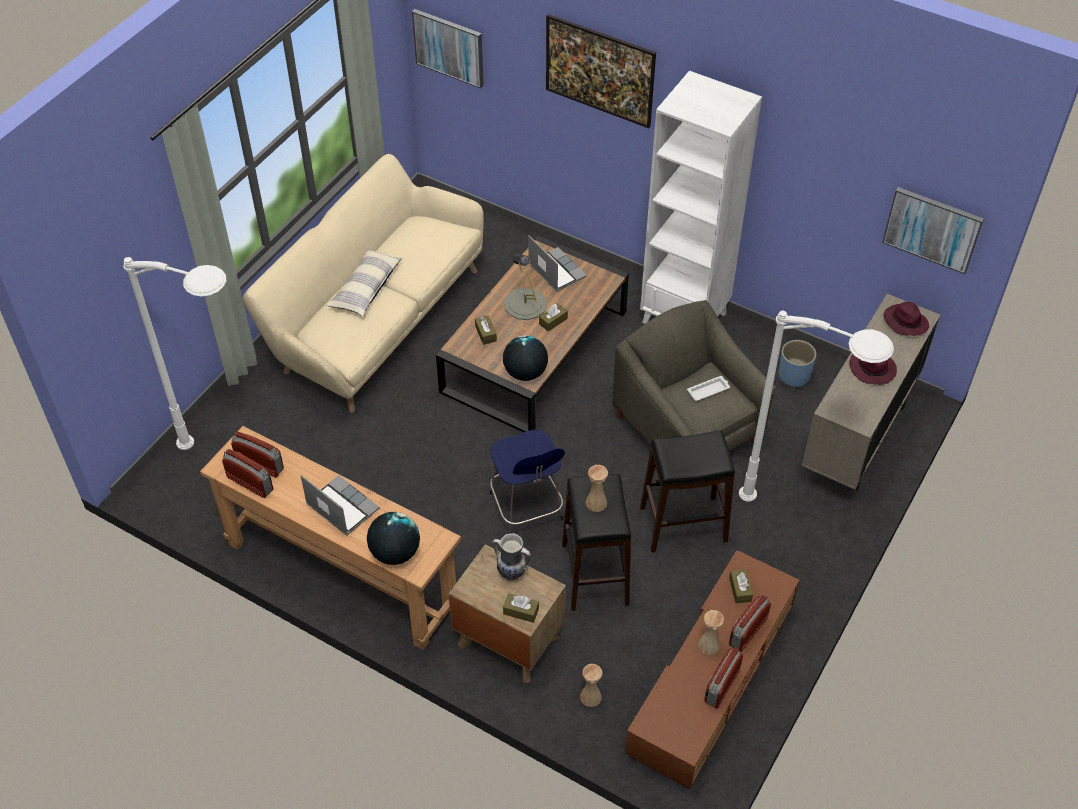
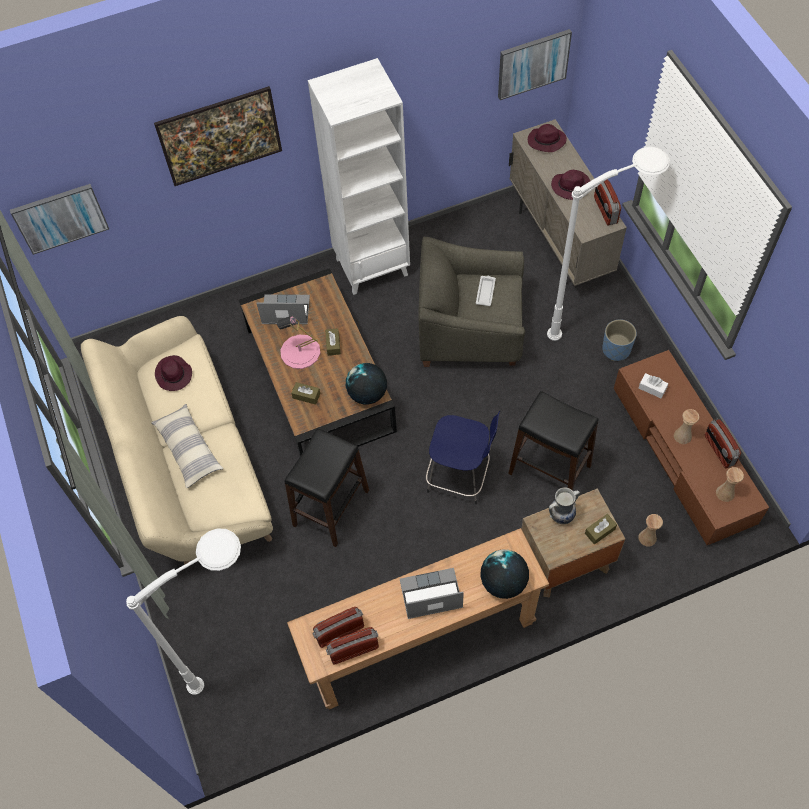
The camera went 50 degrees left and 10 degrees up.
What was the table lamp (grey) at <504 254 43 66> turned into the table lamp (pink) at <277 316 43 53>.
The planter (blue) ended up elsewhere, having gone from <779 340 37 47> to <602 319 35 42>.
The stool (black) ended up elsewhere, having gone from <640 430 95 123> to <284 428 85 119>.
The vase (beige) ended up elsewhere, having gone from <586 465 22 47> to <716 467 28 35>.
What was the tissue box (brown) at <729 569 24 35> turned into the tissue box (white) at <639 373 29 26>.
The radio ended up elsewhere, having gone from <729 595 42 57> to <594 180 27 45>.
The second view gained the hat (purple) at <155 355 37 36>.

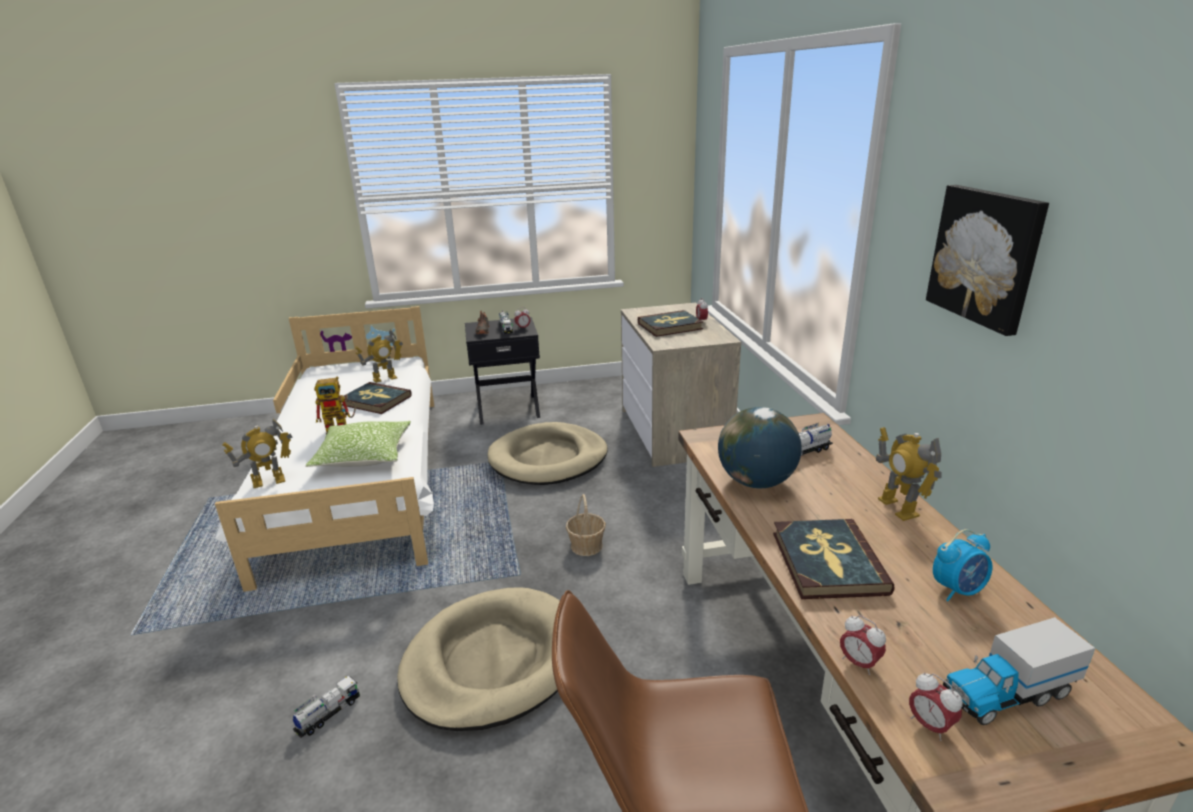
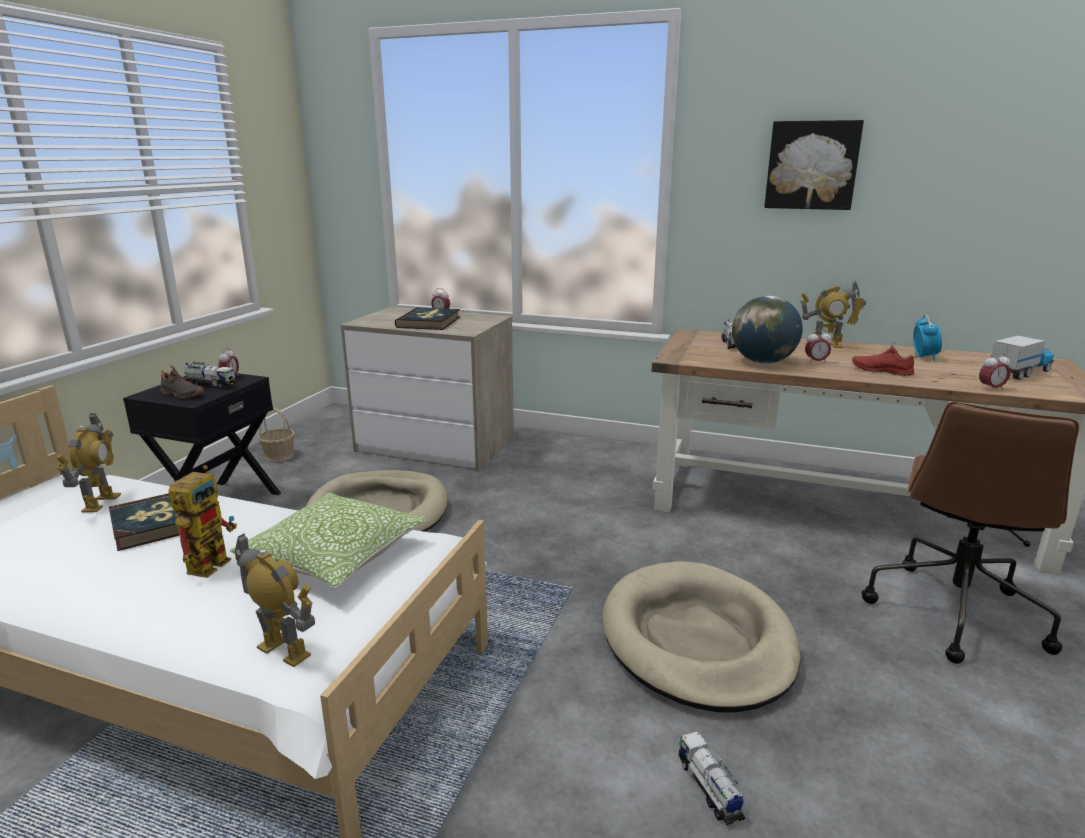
The camera went 60 degrees left and 5 degrees down.
The toy robot at <222 418 71 70> ended up facing another way, 60 degrees counterclockwise from before.
The basket ended up elsewhere, having gone from <566 494 40 62> to <258 408 37 54>.
Where the book stood at <773 519 121 80>, the shoe (red) came to stand at <852 342 66 34>.
The toy truck at <943 617 152 108> ended up facing another way, 135 degrees counterclockwise from before.
The alarm clock ended up elsewhere, having gone from <909 672 54 69> to <805 330 26 33>.

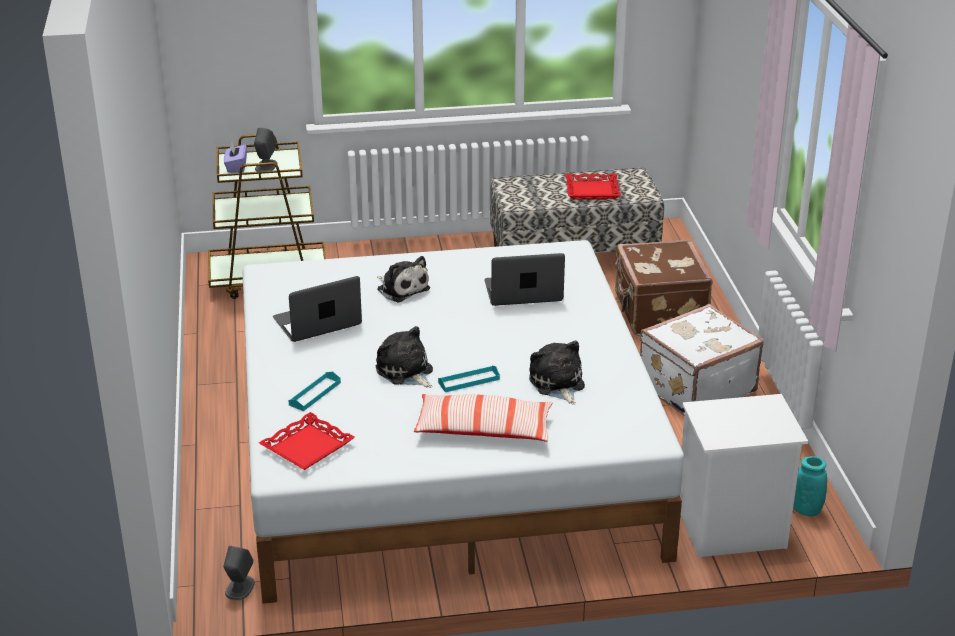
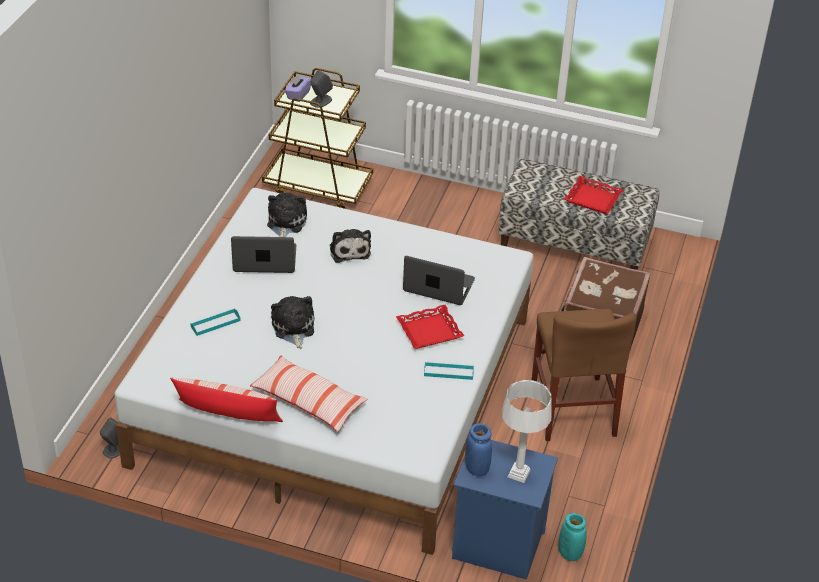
The camera went 25 degrees right and 10 degrees up.
Where the suitcase (white) stood at <640 304 124 111>, the chair (brown) came to stand at <532 309 105 132>.
The plush toy ended up elsewhere, having gone from <529 341 56 63> to <267 193 40 44>.
The tray (turquoise) ended up elsewhere, having gone from <438 365 62 27> to <424 362 50 18>.
What was the nightstand (white) at <679 394 129 164> turned into the nightstand (blue) at <452 440 106 140>.
The tray (red) ended up elsewhere, having gone from <259 412 96 58> to <396 305 68 44>.
The second view gained the pillow at <170 378 113 44>.
The second view gained the table lamp (white) at <502 380 49 103>.
The second view gained the vase (blue) at <465 423 27 53>.

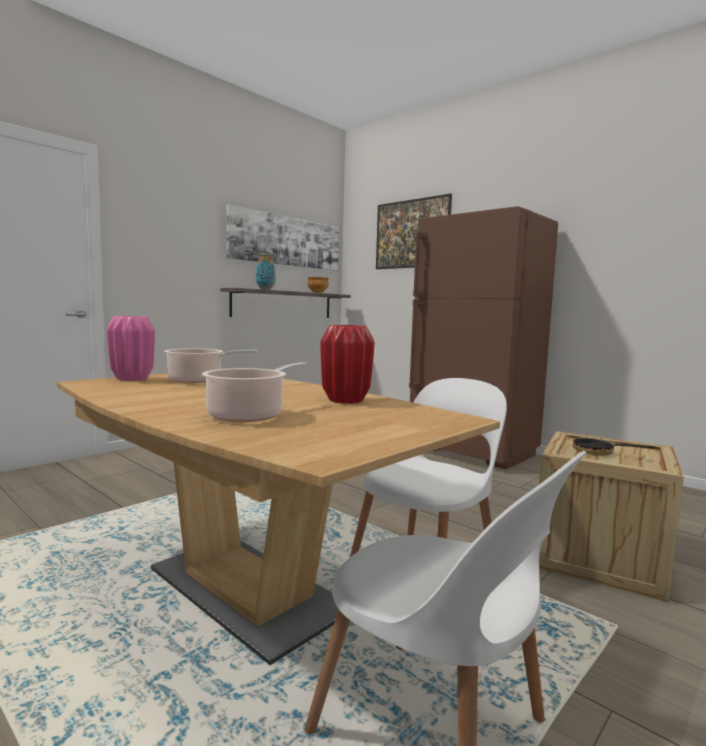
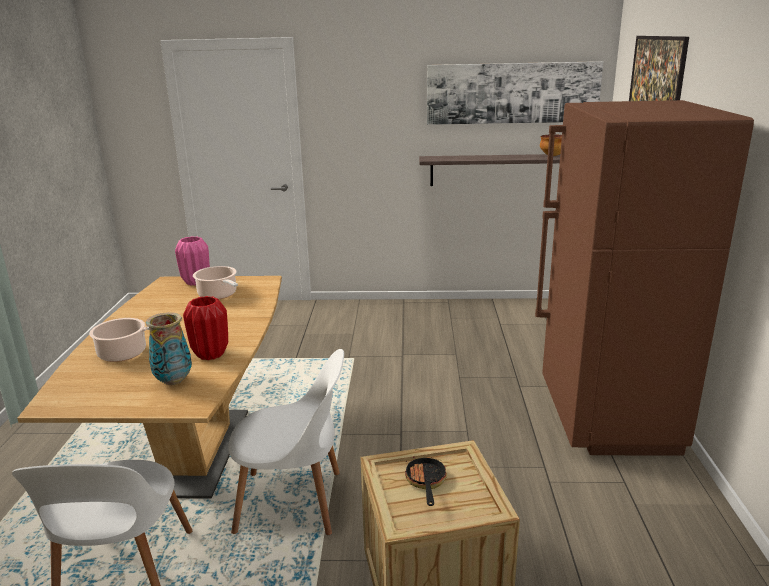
The camera went 50 degrees right and 15 degrees up.
The vase ended up elsewhere, having gone from <256 254 20 36> to <146 312 46 73>.

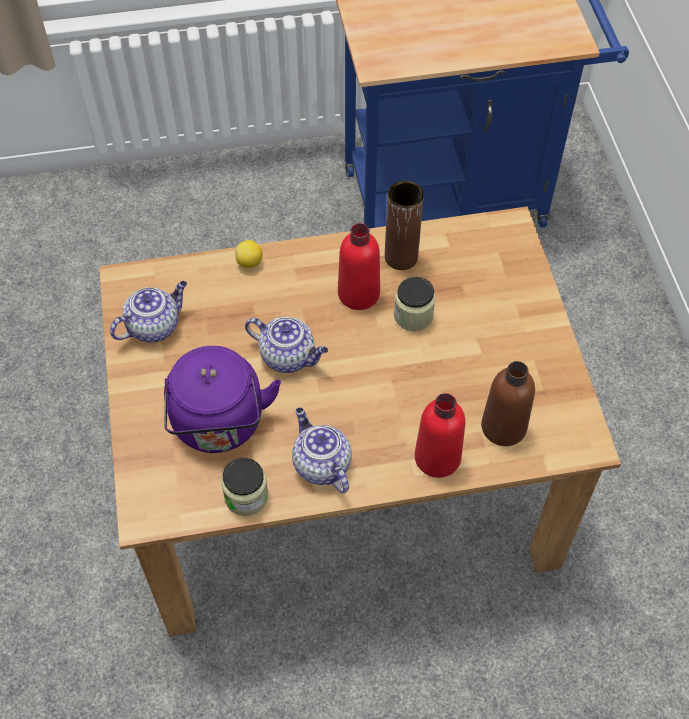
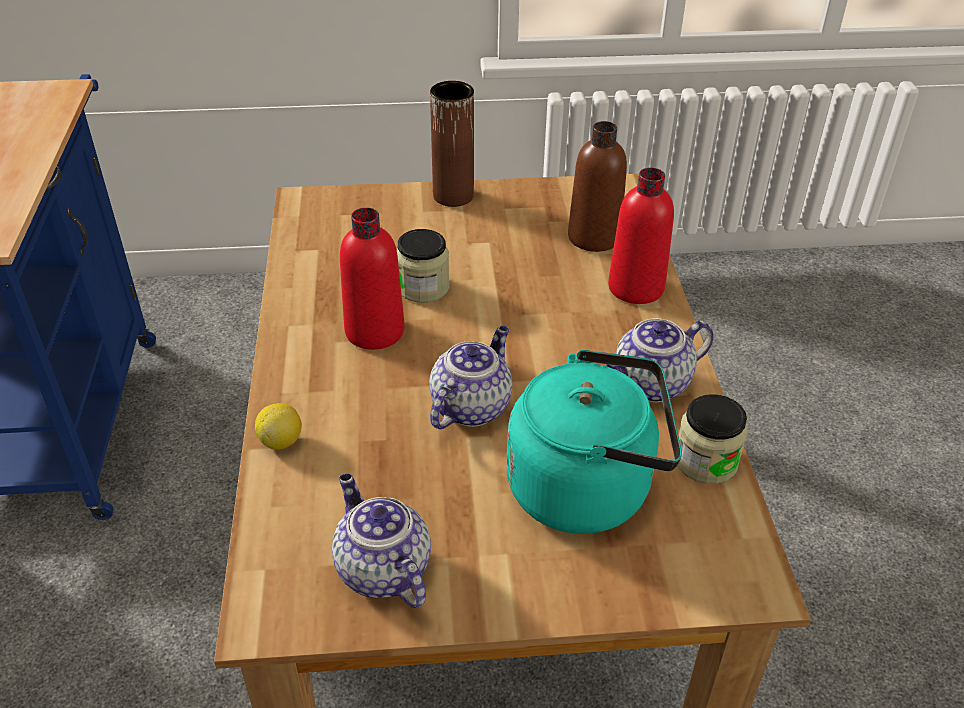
The camera went 85 degrees left and 15 degrees down.
The vase (brown) ended up elsewhere, having gone from <385 181 39 89> to <430 81 44 126>.
What was the kettle (purple) at <164 346 117 107> turned into the kettle (turquoise) at <506 349 176 185>.

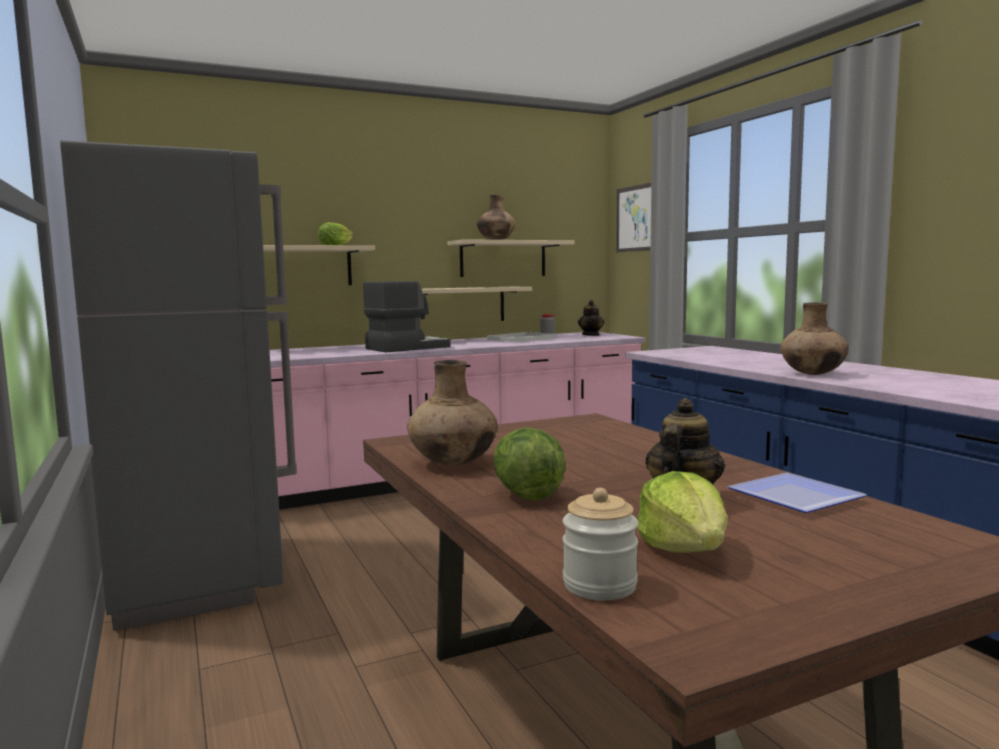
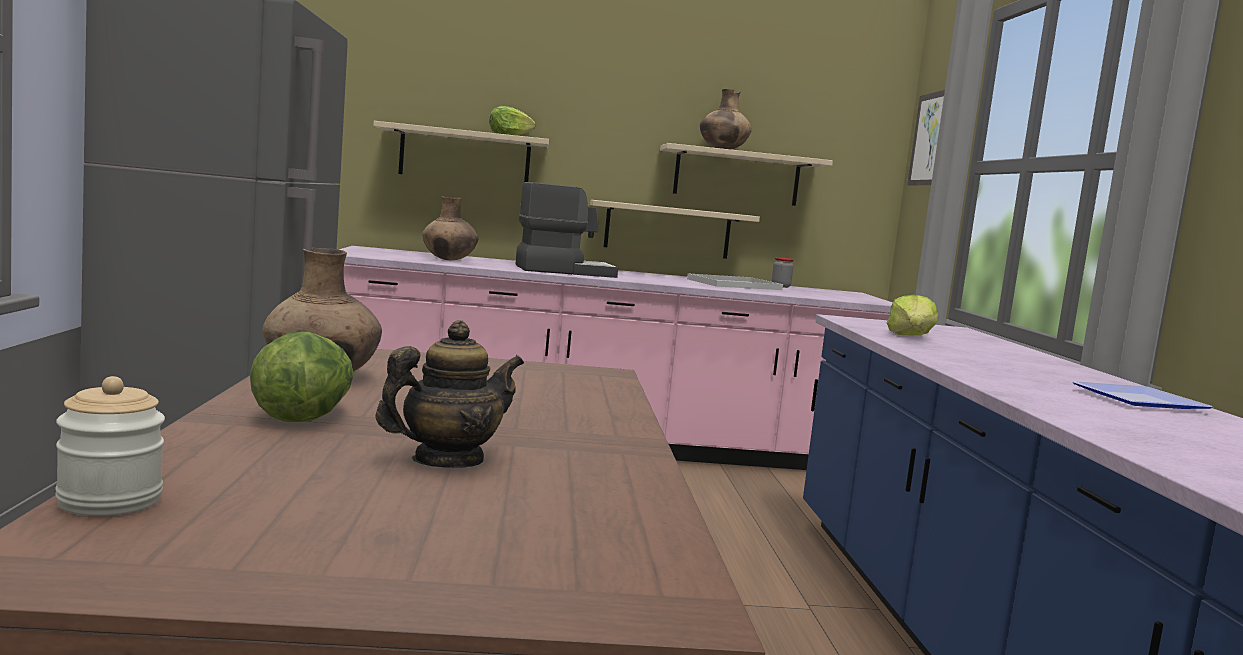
The camera went 20 degrees right and 0 degrees up.
The second view lost the teapot at <578 300 26 36>.
The vase (brown) ended up elsewhere, having gone from <781 302 68 73> to <422 196 56 64>.
The lettuce ended up elsewhere, having gone from <637 471 91 82> to <887 295 51 41>.
The plate ended up elsewhere, having gone from <727 473 140 40> to <1073 381 140 28>.

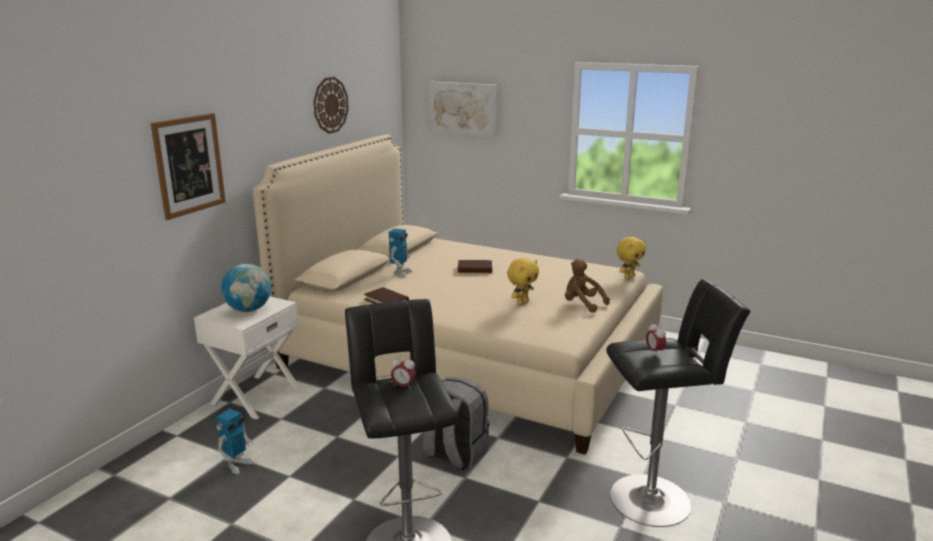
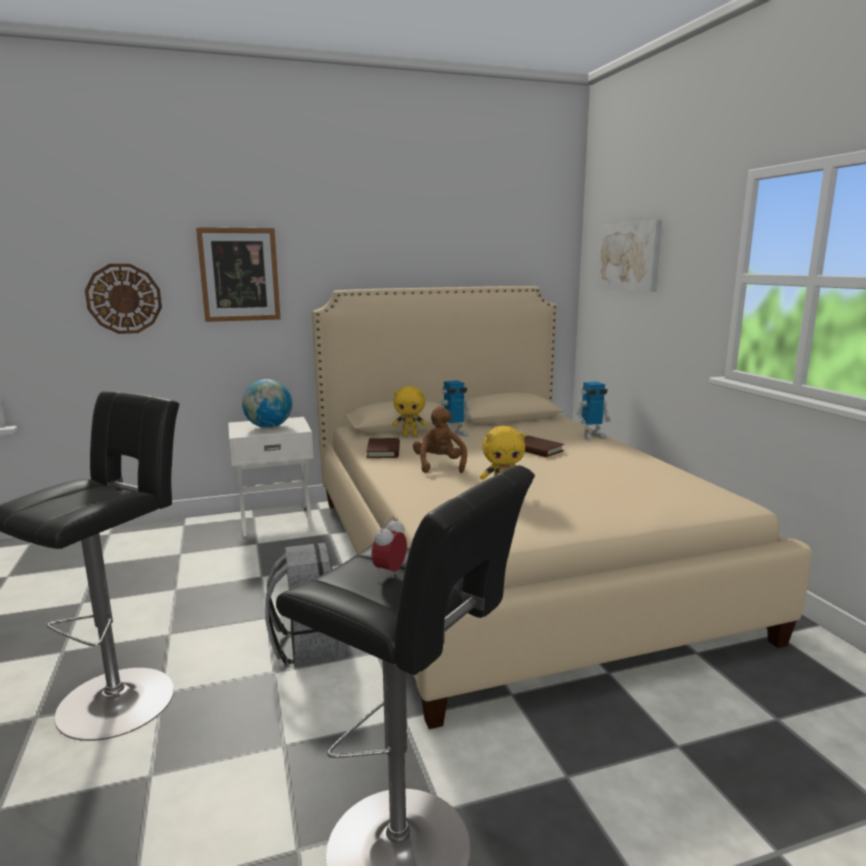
The camera went 45 degrees right and 5 degrees down.
The wall clock ended up elsewhere, having gone from <314 77 35 57> to <85 264 77 70>.
The plush toy (yellow) ended up elsewhere, having gone from <617 237 29 42> to <392 386 35 50>.
The plush toy (brown) ended up elsewhere, having gone from <565 259 45 54> to <413 406 54 67>.
The second view lost the alarm clock at <391 355 25 33>.
The toy robot ended up elsewhere, having gone from <216 409 38 65> to <577 382 34 58>.

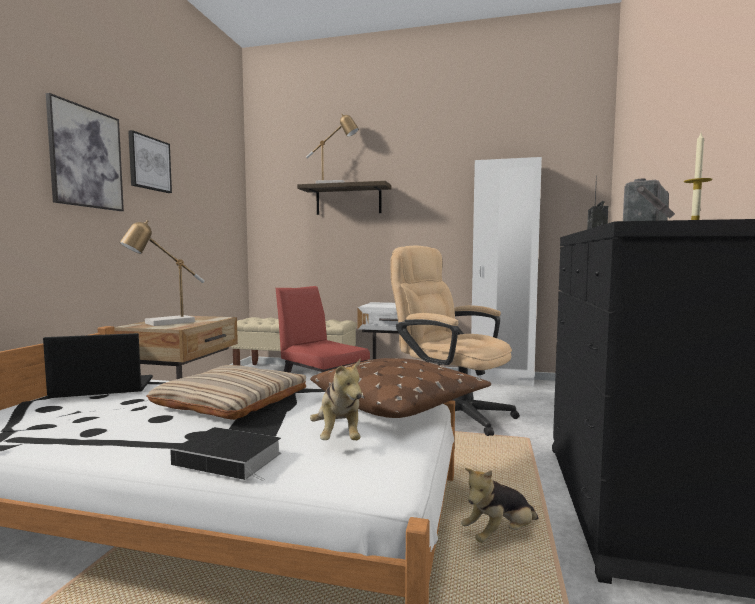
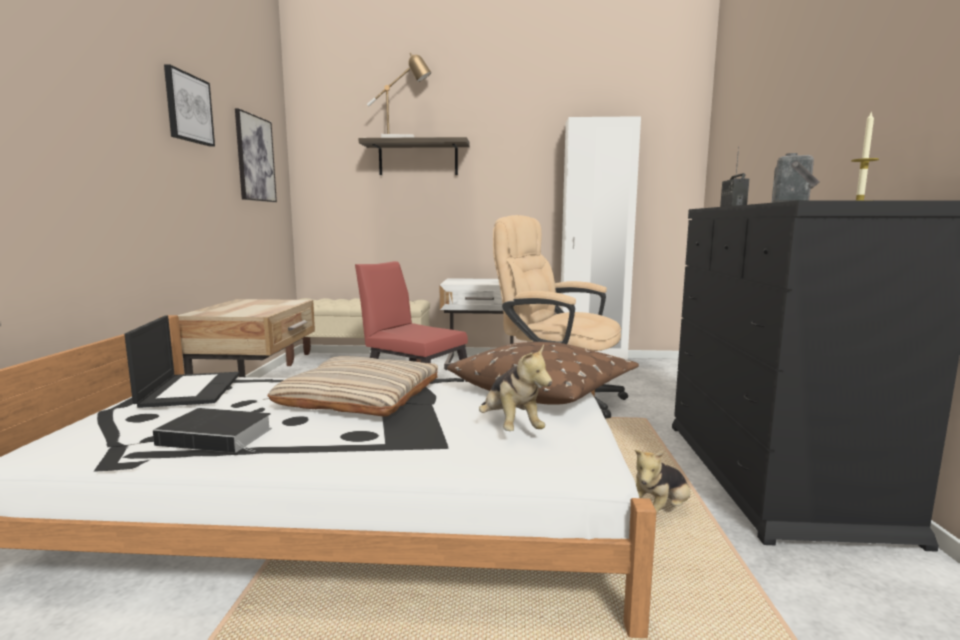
The camera went 10 degrees left and 5 degrees up.
The picture ended up elsewhere, having gone from <46 93 78 118> to <235 108 42 94>.
The second view lost the table lamp at <120 220 85 106>.
The laptop at <43 333 110 65> ended up facing another way, 105 degrees clockwise from before.
The book ended up elsewhere, having gone from <170 427 111 54> to <153 408 119 45>.

